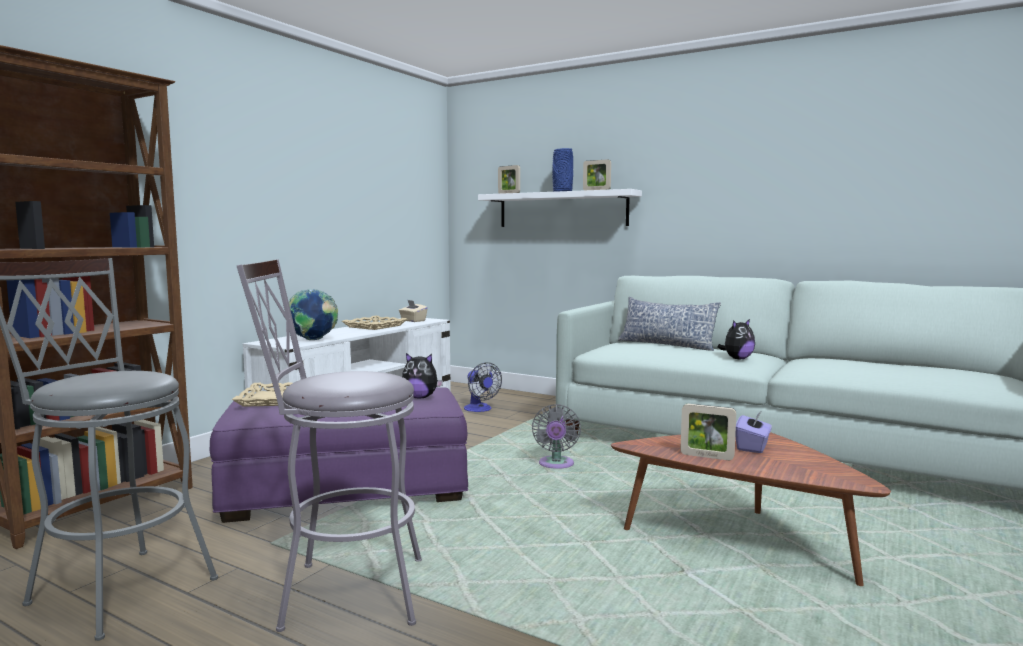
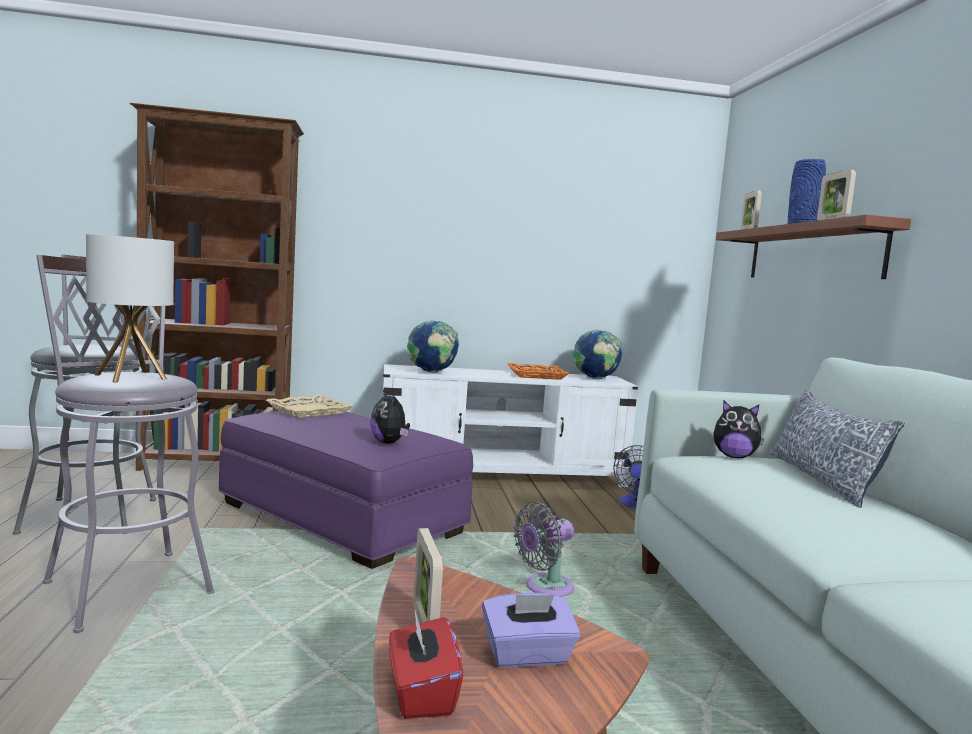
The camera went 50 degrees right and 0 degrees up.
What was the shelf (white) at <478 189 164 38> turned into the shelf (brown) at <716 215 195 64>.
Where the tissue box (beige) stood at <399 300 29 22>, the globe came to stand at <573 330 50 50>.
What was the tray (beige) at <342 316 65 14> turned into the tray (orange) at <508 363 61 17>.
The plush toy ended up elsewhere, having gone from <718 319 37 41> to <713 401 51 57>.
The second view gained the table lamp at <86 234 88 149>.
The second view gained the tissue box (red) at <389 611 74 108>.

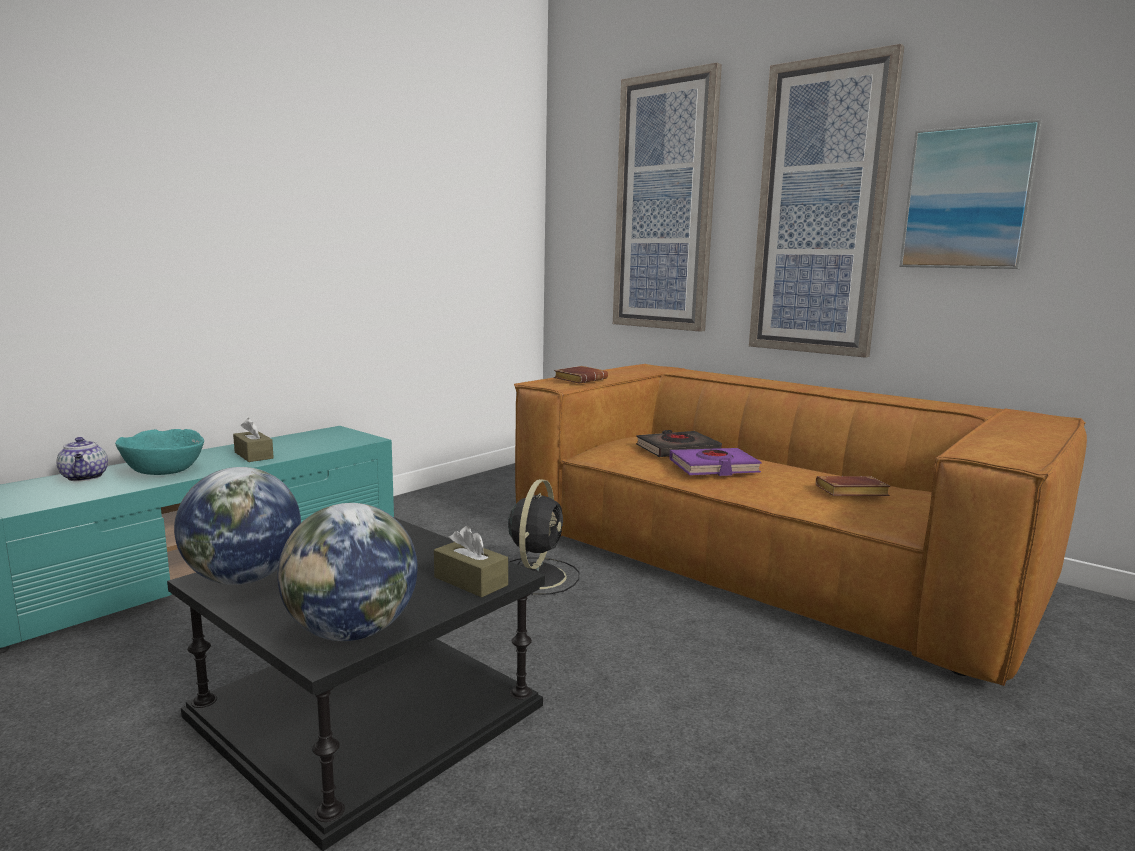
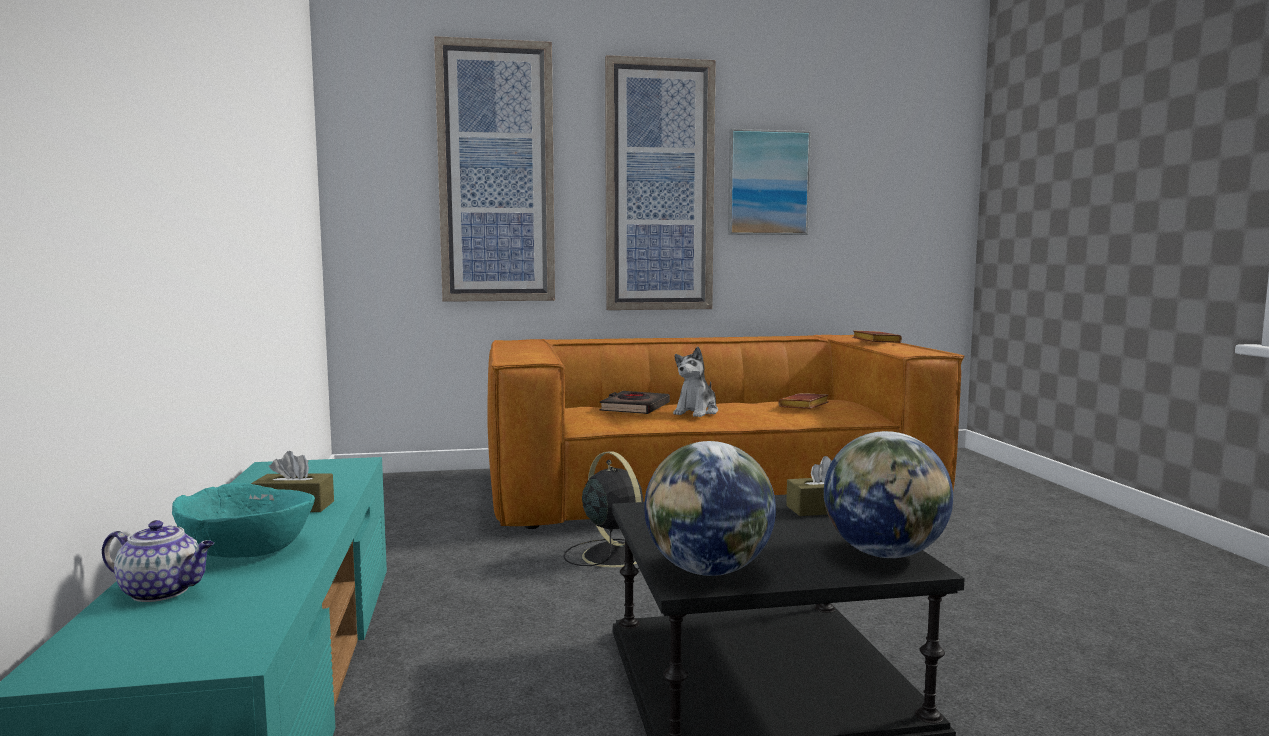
The camera went 50 degrees left and 5 degrees down.
The book (brown) ended up elsewhere, having gone from <554 366 54 18> to <852 330 50 13>.
Where the book (purple) stood at <669 448 93 28>, the plush toy came to stand at <673 347 45 70>.

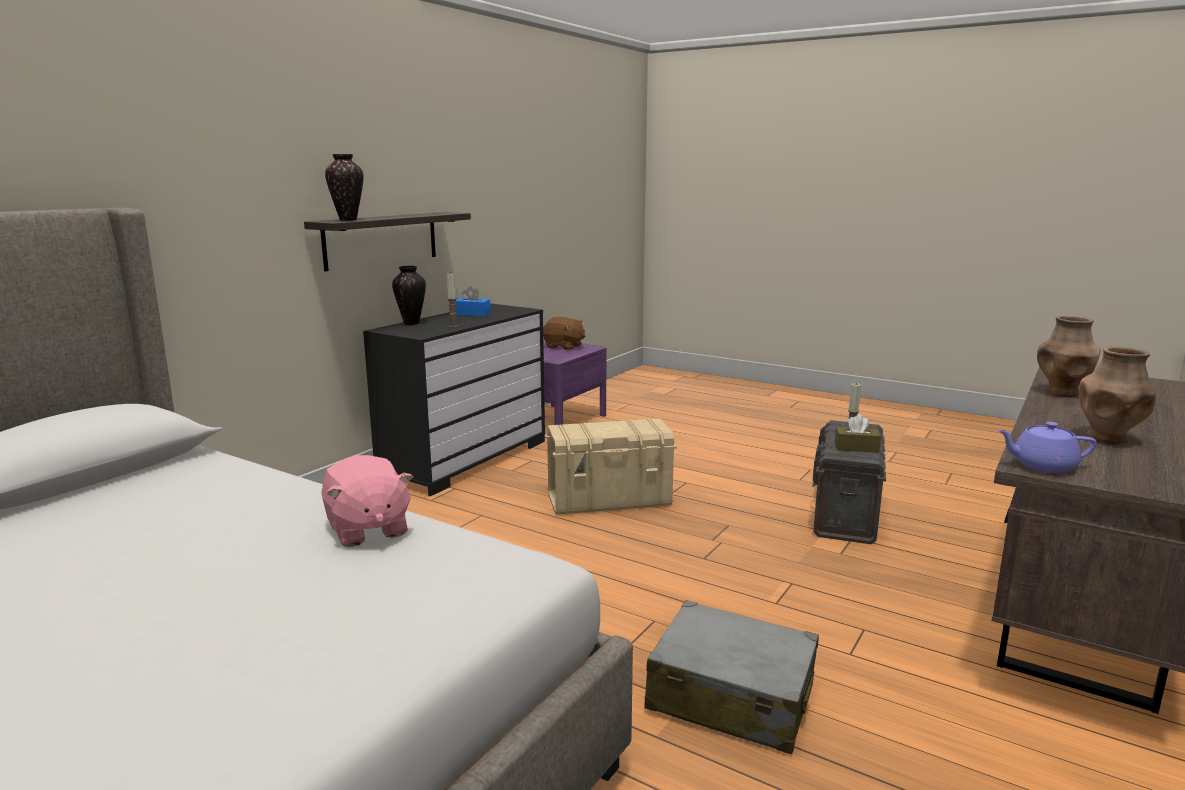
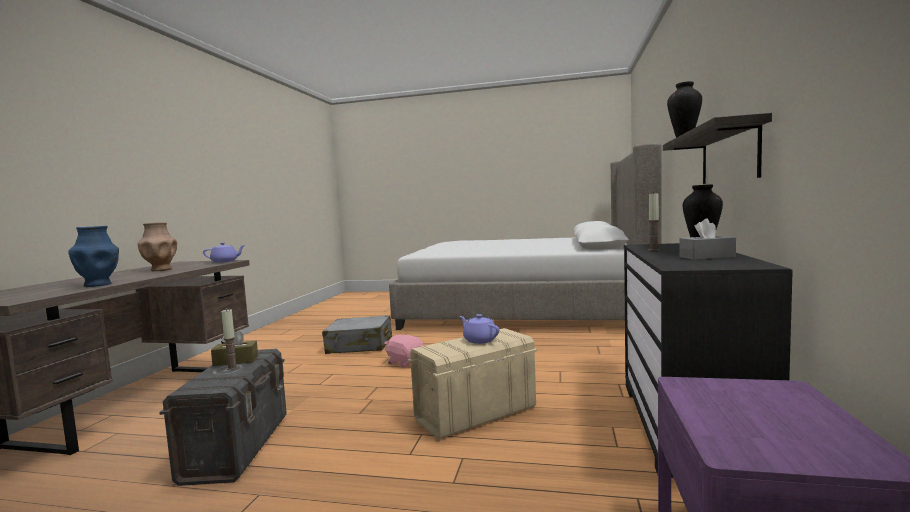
The camera went 160 degrees right and 10 degrees down.
What was the tissue box (blue) at <456 286 35 30> turned into the tissue box (grey) at <679 218 57 42>.
What was the vase (brown) at <1037 316 64 81> turned into the vase (blue) at <68 226 51 61>.
The second view lost the plush toy (brown) at <543 317 42 33>.
The plush toy (pink) ended up elsewhere, having gone from <322 455 91 92> to <384 334 40 34>.
The second view gained the teapot (purple) at <459 314 41 30>.

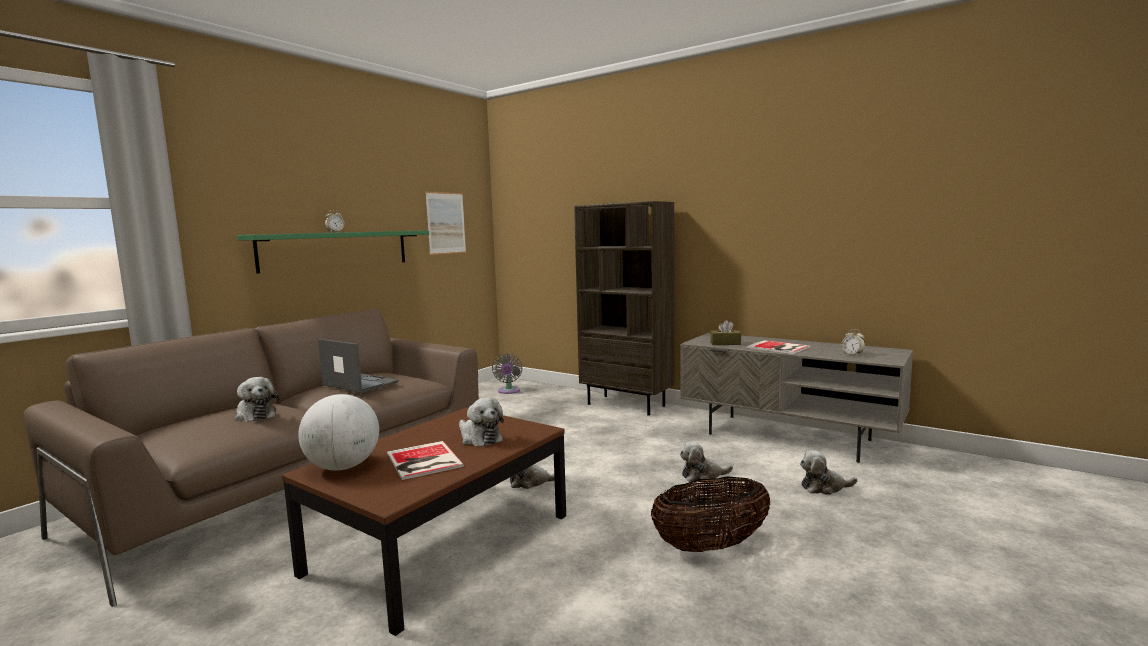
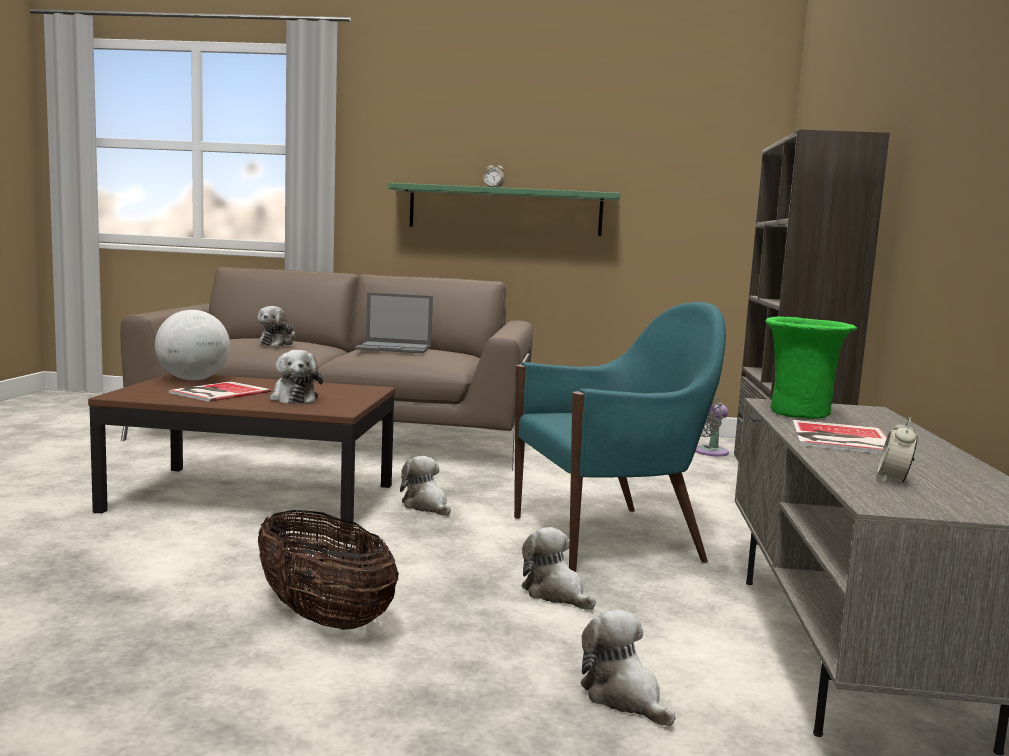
The camera went 60 degrees right and 0 degrees up.
The second view lost the picture at <425 192 41 63>.
Where the tissue box (brown) stood at <710 320 31 25>, the vase (green) came to stand at <766 316 91 103>.
The laptop at <318 339 81 54> ended up facing another way, 90 degrees clockwise from before.
The plush toy at <459 397 45 50> ended up facing another way, 45 degrees counterclockwise from before.
The second view gained the armchair (turquoise) at <514 302 212 270>.

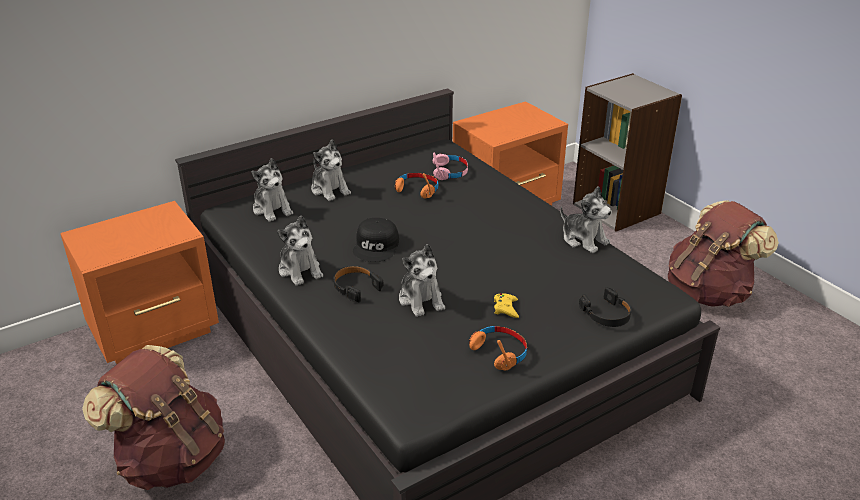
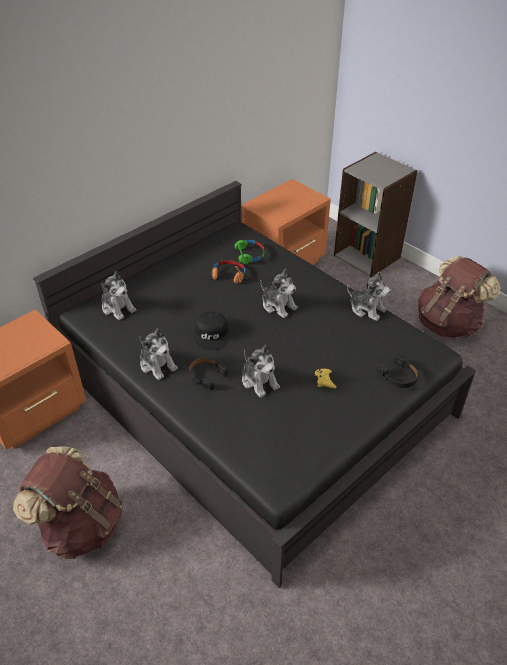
The camera went 10 degrees left and 10 degrees up.
The plush toy ended up elsewhere, having gone from <311 140 40 61> to <261 269 37 49>.
What was the headphones (pink) at <433 153 35 27> turned into the headphones (green) at <235 240 29 24>.
The second view lost the headphones (orange) at <469 326 58 44>.

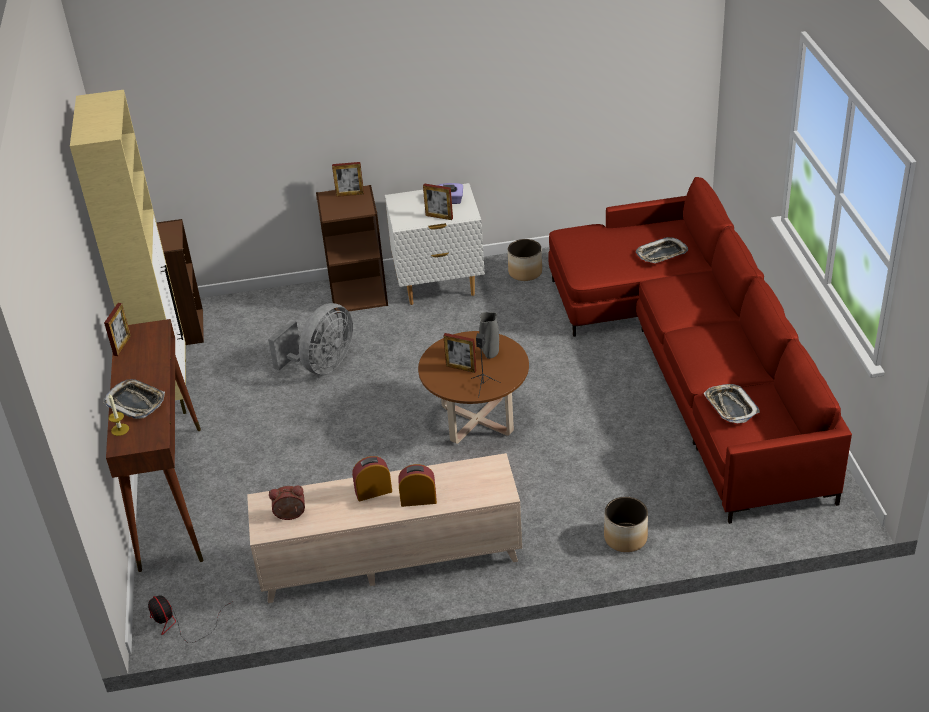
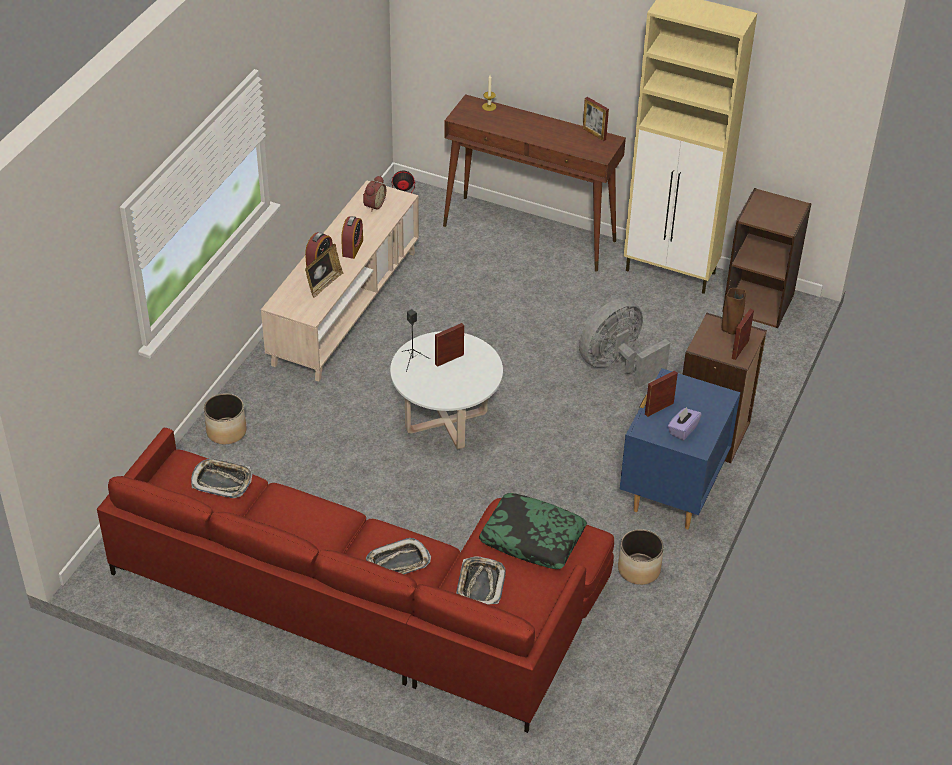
The camera went 120 degrees right and 5 degrees up.
What was the nightstand (white) at <385 183 100 122> turned into the nightstand (blue) at <620 368 121 161>.
The fan (grey) at <268 303 85 71> ended up facing another way, 75 degrees clockwise from before.
The second view lost the vase (grey) at <479 312 20 47>.
What was the coffee table (brown) at <418 331 111 113> turned into the coffee table (white) at <390 331 113 119>.
The tray ended up elsewhere, having gone from <103 379 62 40> to <366 538 65 36>.
The second view gained the picture frame at <305 244 38 54>.
The second view gained the vase (brown) at <721 288 25 47>.
The second view gained the pillow at <479 493 108 76>.

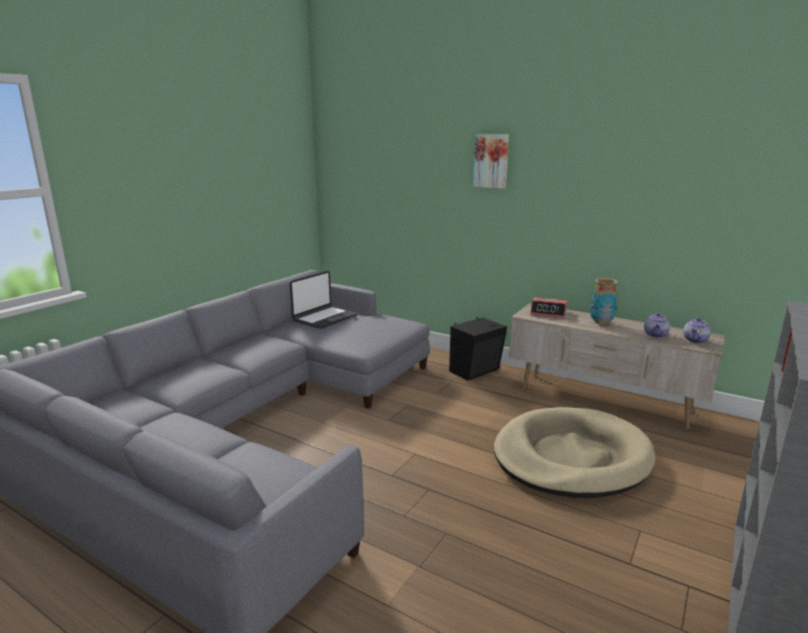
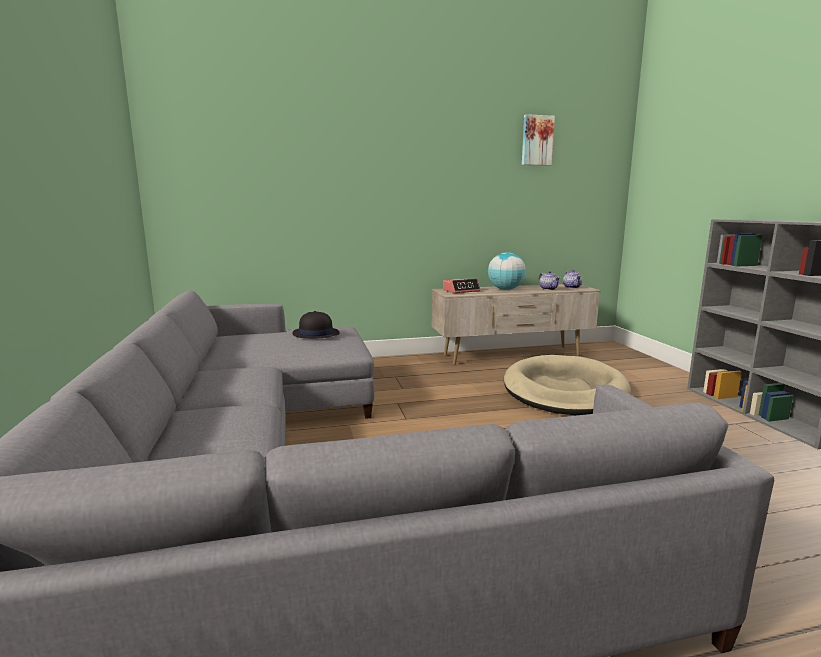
The camera went 45 degrees left and 5 degrees down.
The picture ended up elsewhere, having gone from <473 134 36 55> to <522 114 33 52>.
The second view lost the laptop at <290 271 68 58>.
Where the vase stood at <590 278 28 47>, the globe came to stand at <488 252 38 38>.
The second view lost the speaker (black) at <449 317 58 63>.
The second view gained the hat (black) at <292 311 47 28>.

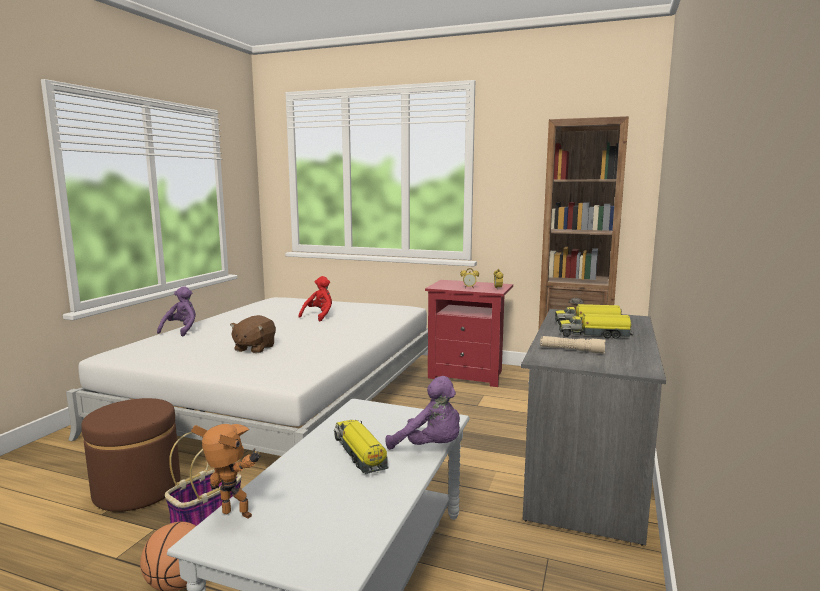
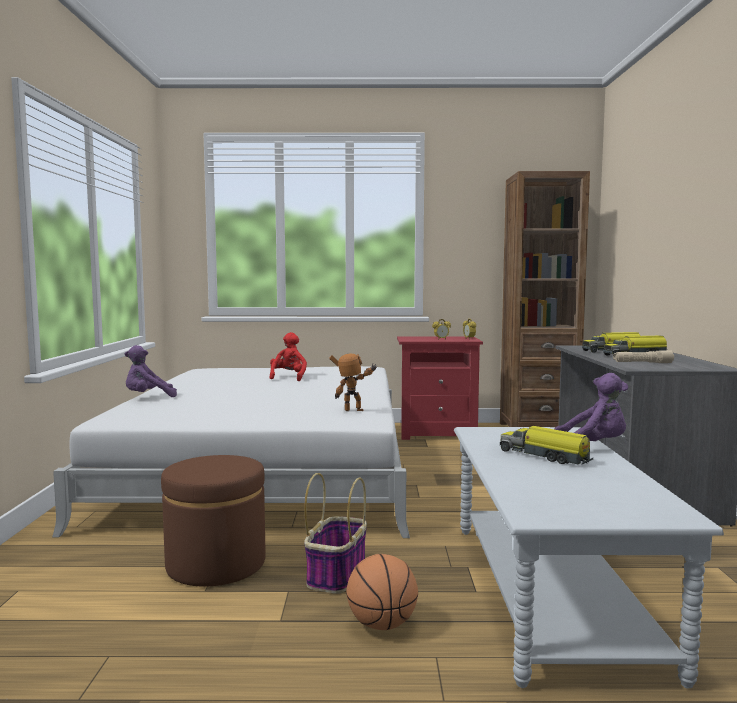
The camera went 20 degrees left and 5 degrees down.
The plush toy (purple) at <157 286 39 50> ended up facing another way, 105 degrees counterclockwise from before.
The second view lost the plush toy (brown) at <230 315 46 39>.
The toy robot ended up elsewhere, having gone from <191 424 70 94> to <329 354 49 57>.

